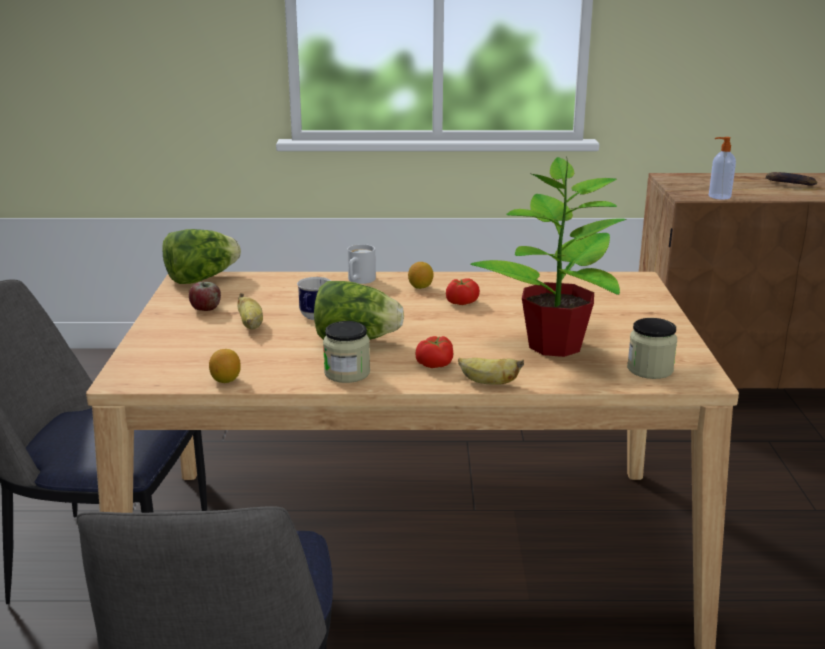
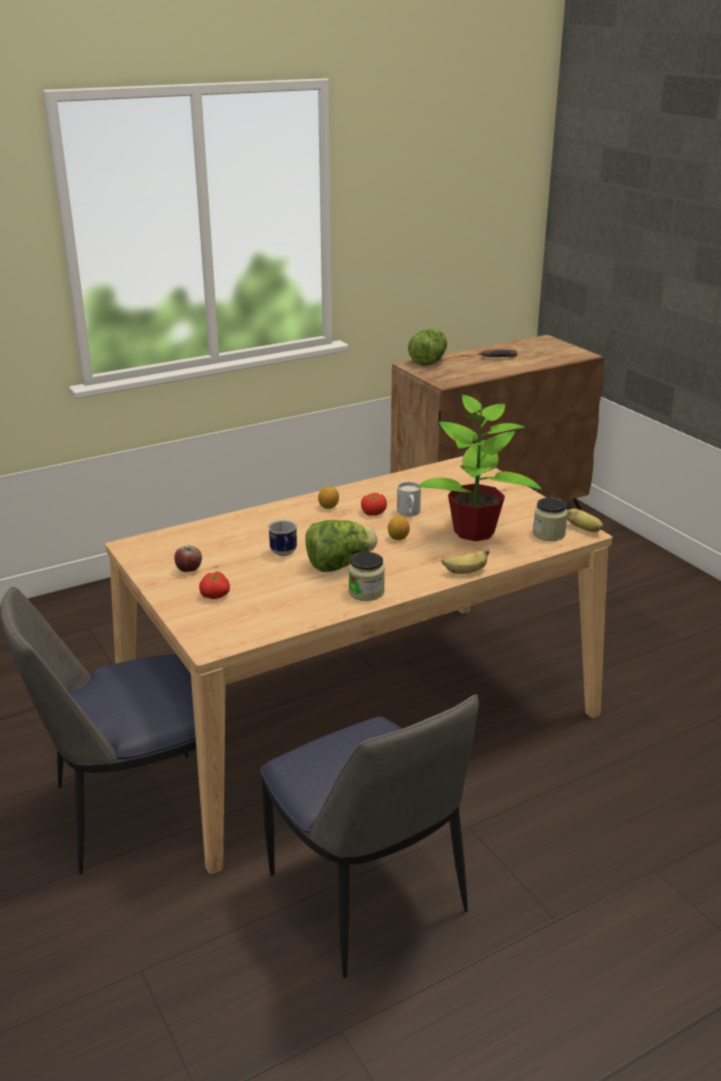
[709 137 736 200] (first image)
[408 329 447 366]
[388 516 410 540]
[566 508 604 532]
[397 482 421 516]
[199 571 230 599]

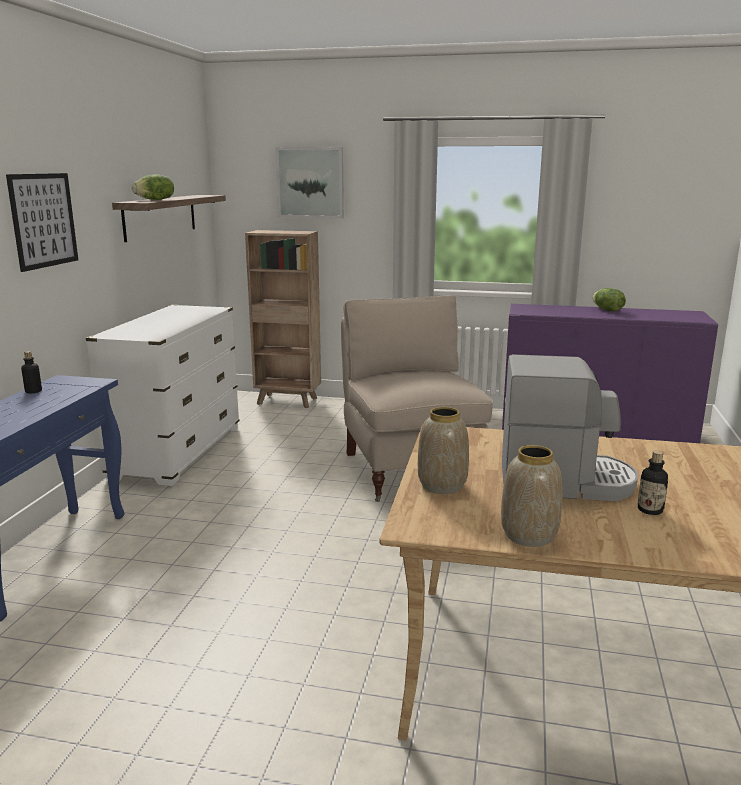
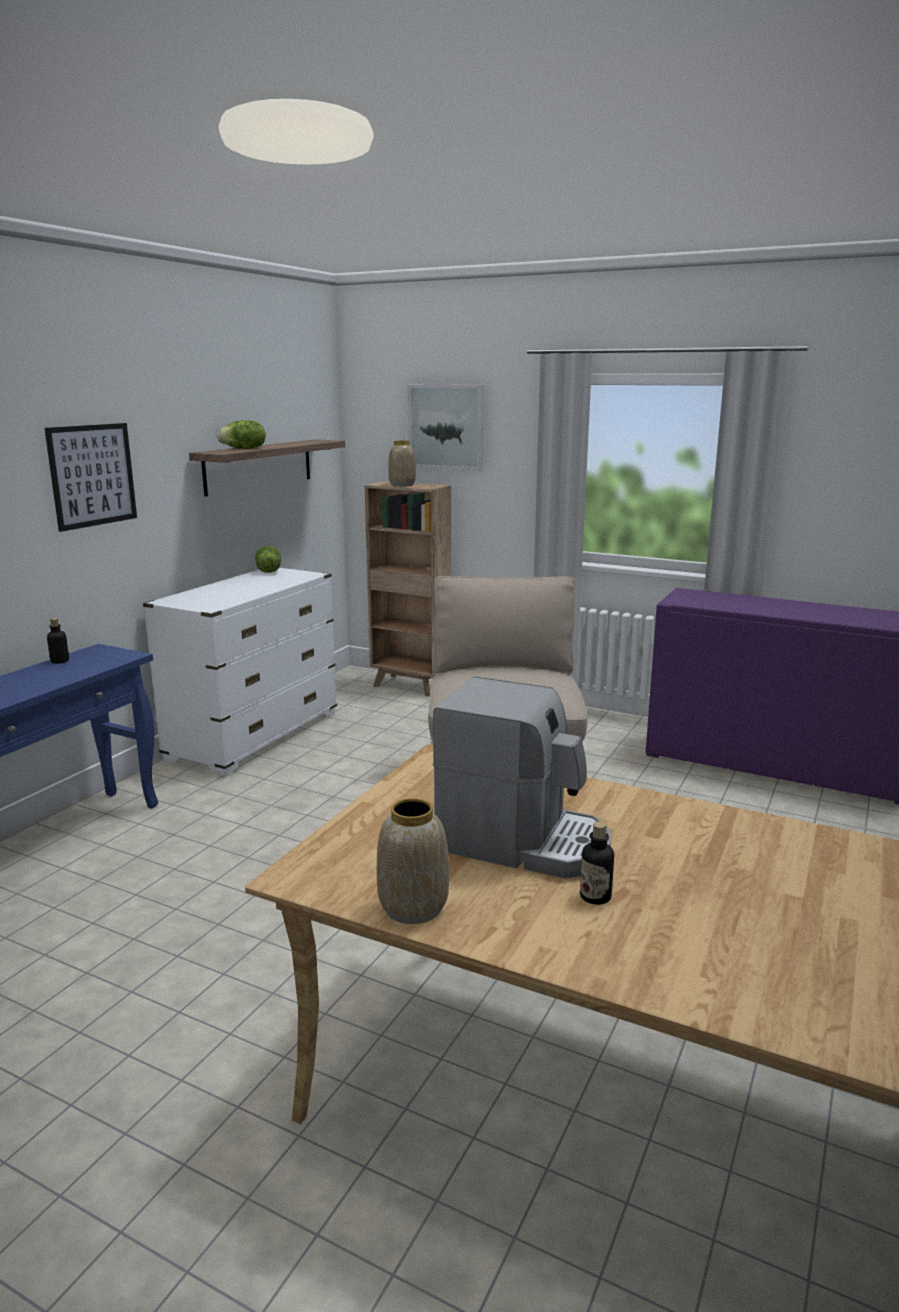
[388 441 416 486]
[255 546 281 573]

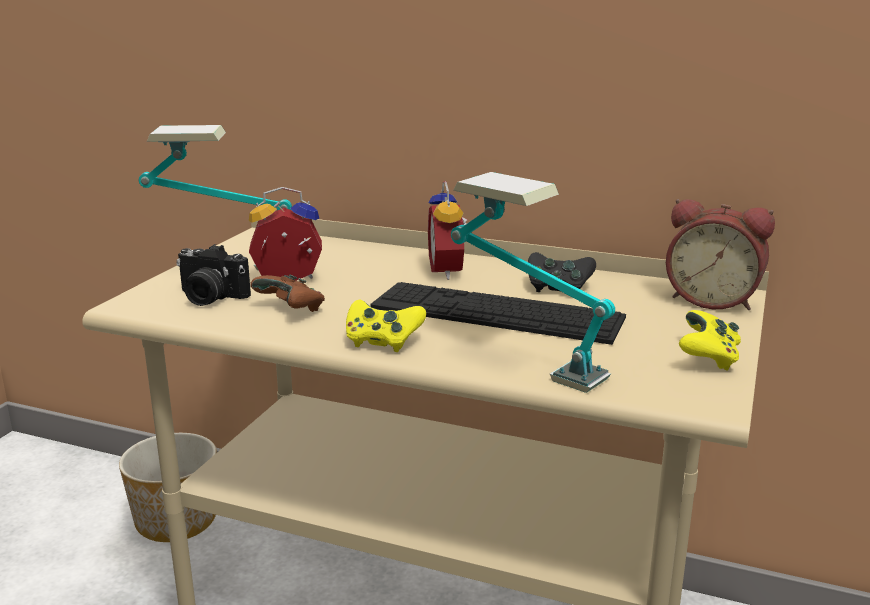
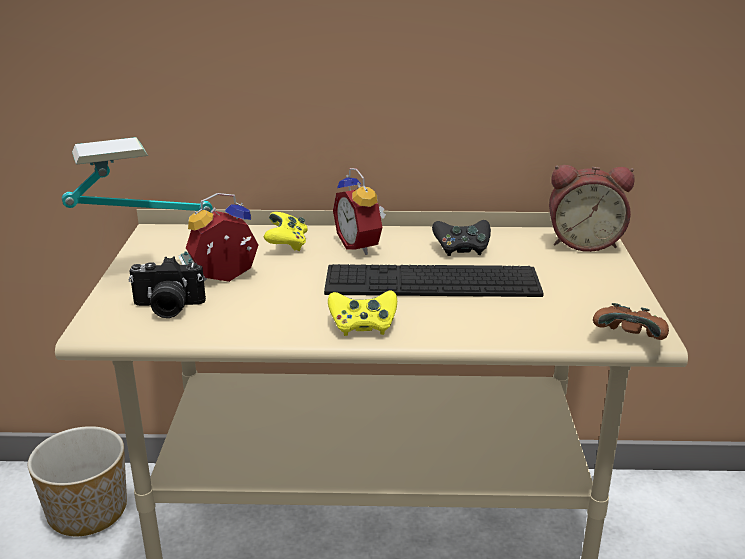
[451 172 615 393] (first image)
[593 303 669 340]
[264 212 308 251]

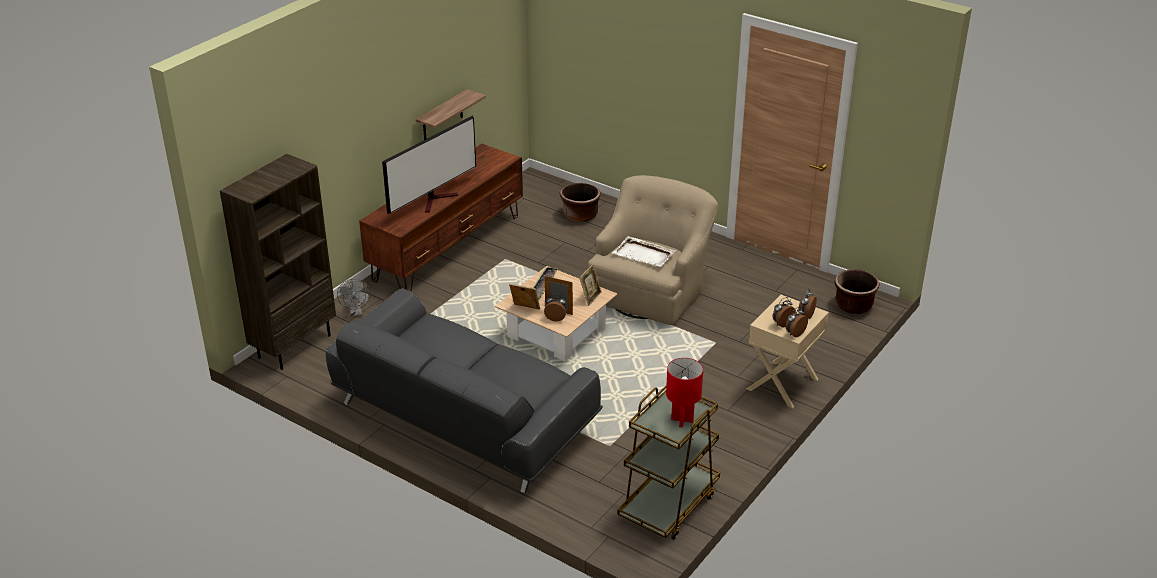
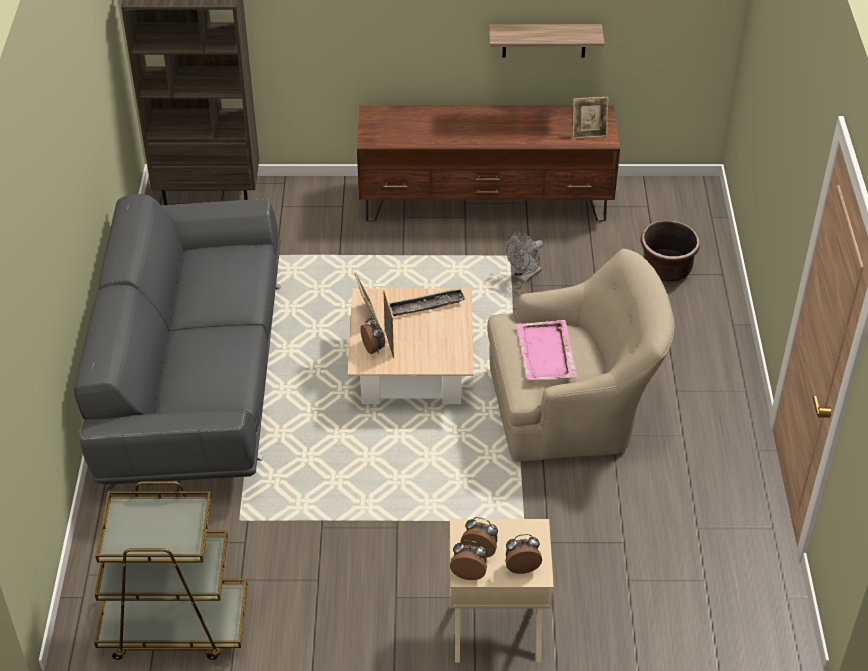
[382 115 476 214] (first image)
[666 358 703 428] (first image)
[835 269 880 314] (first image)
[506 232 543 283]
[573 97 608 139]
[516 320 578 380]

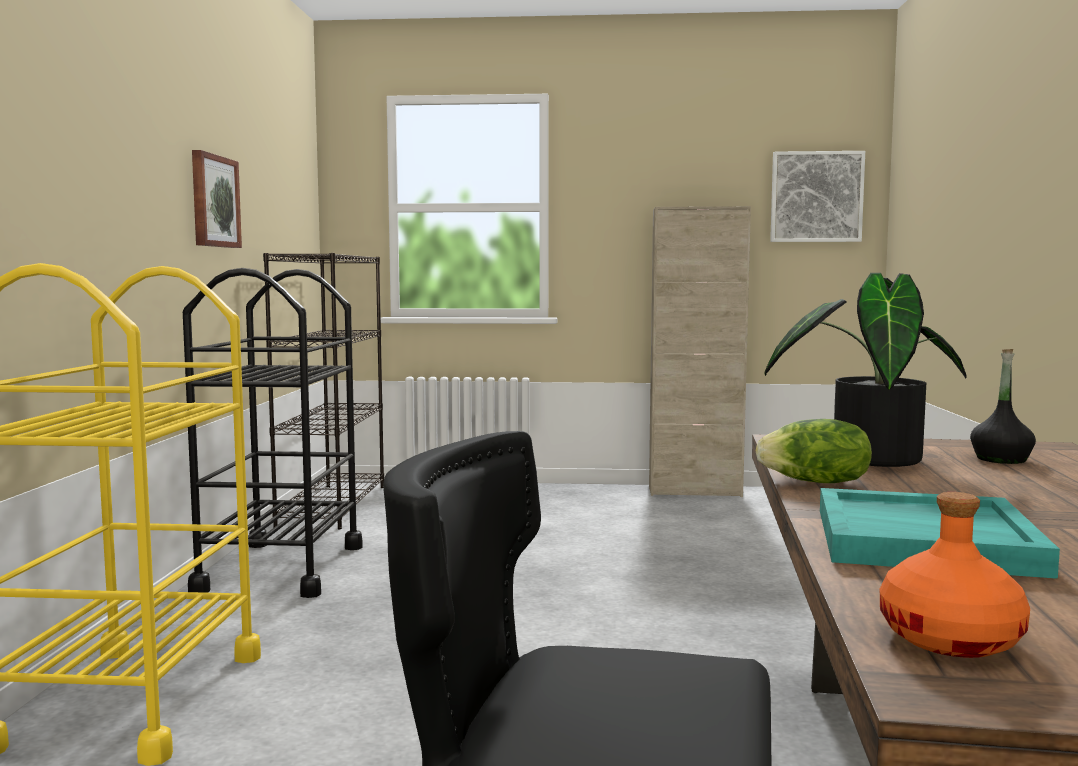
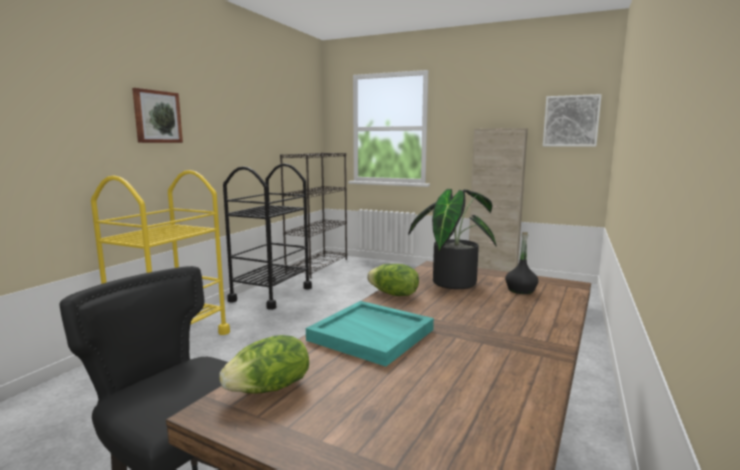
[132 88 183 143]
[219 335 309 394]

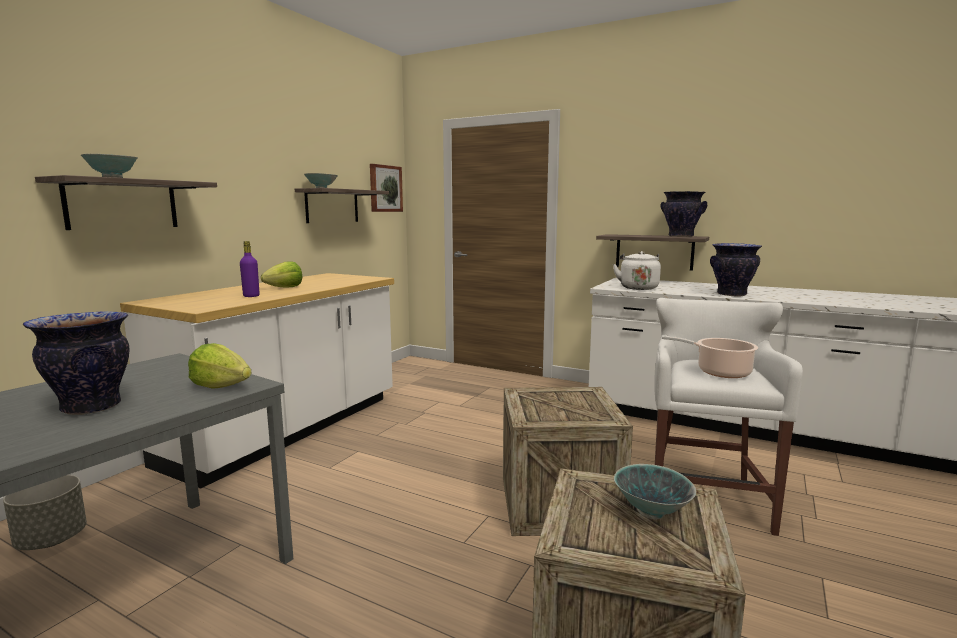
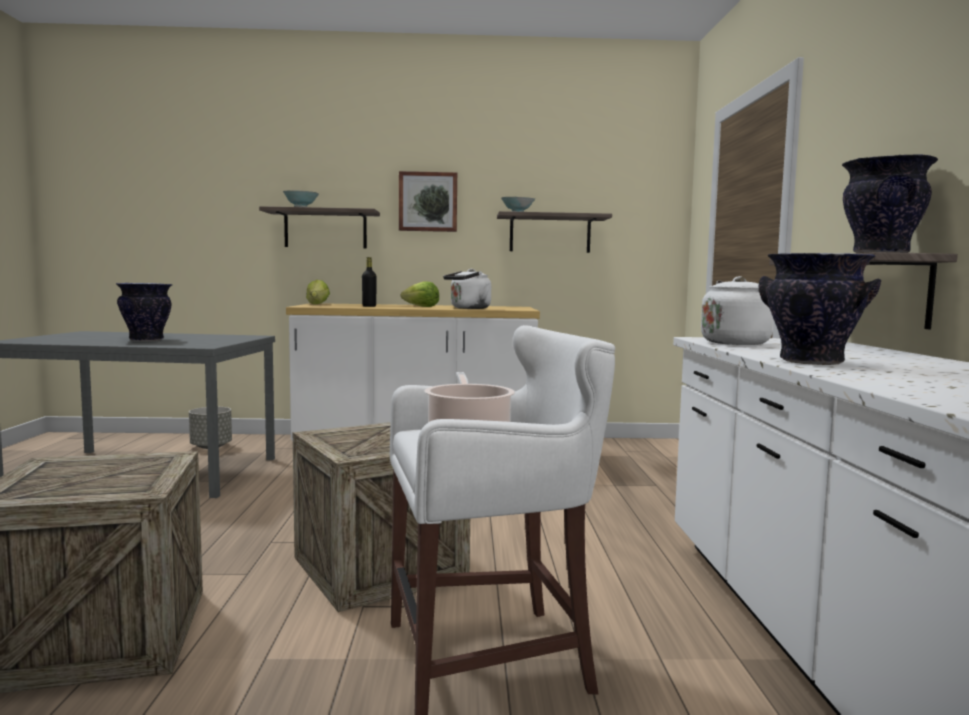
[614 464 696 519] (first image)
[443 269 491 309]
[306 280 330 304]
[399 171 457 232]
[362 257 377 307]

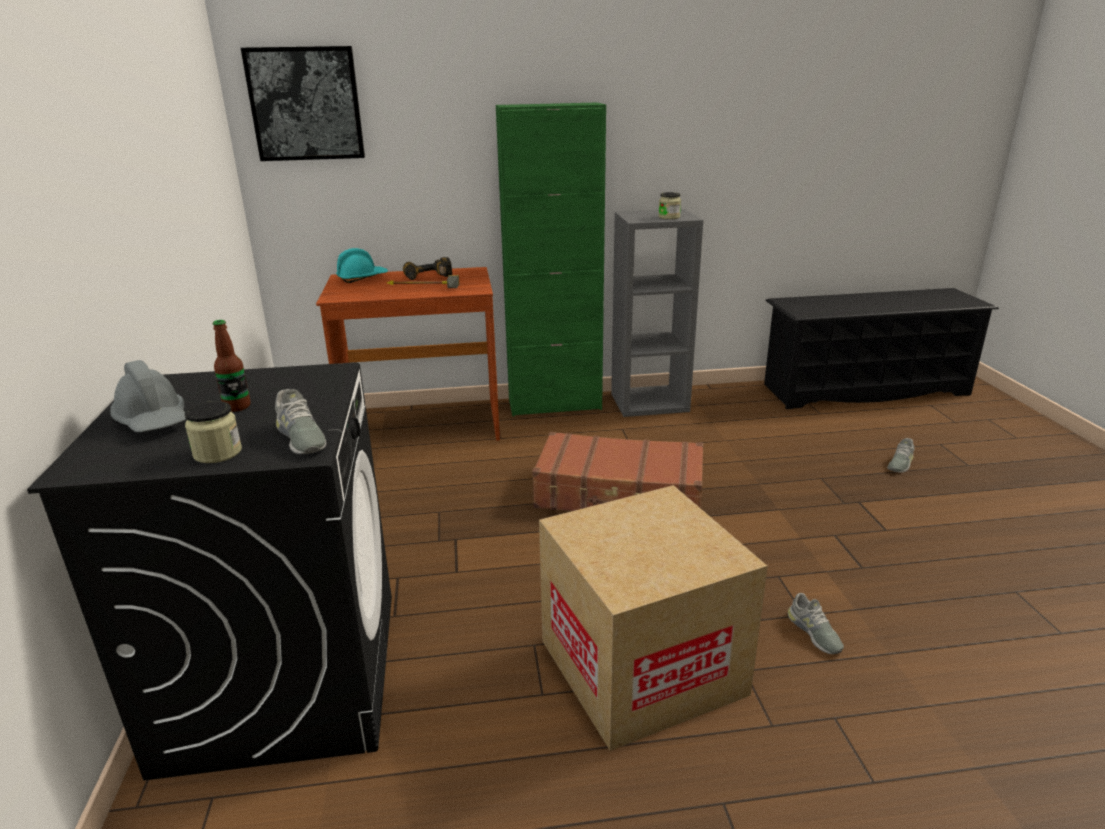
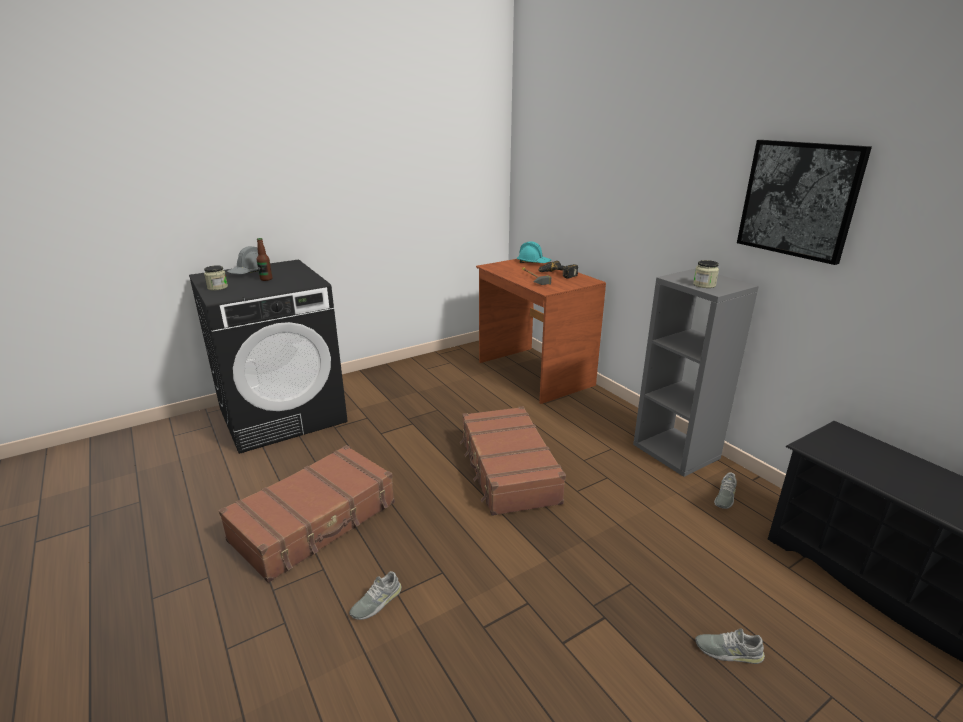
[496 102 606 416] (first image)
[737 140 872 265]
[714 472 737 509]
[219 445 395 583]

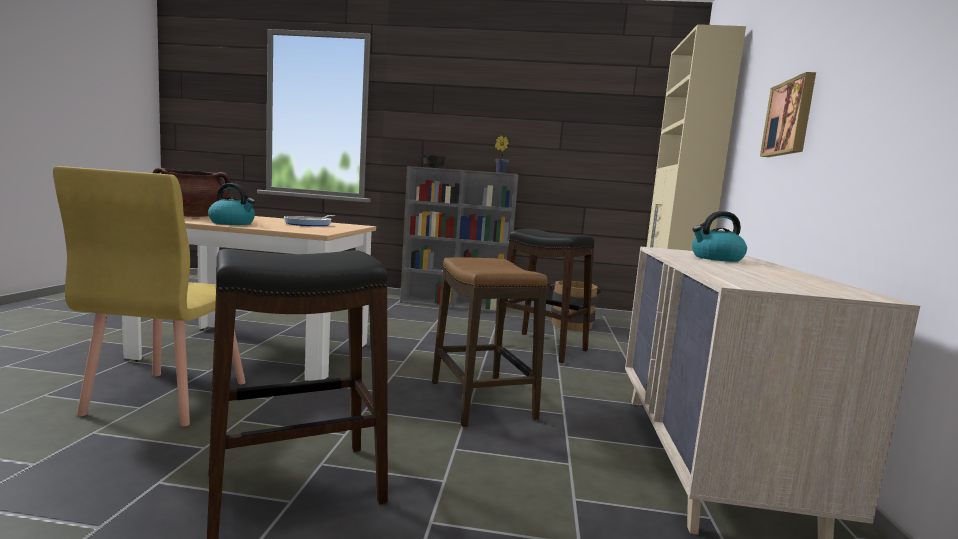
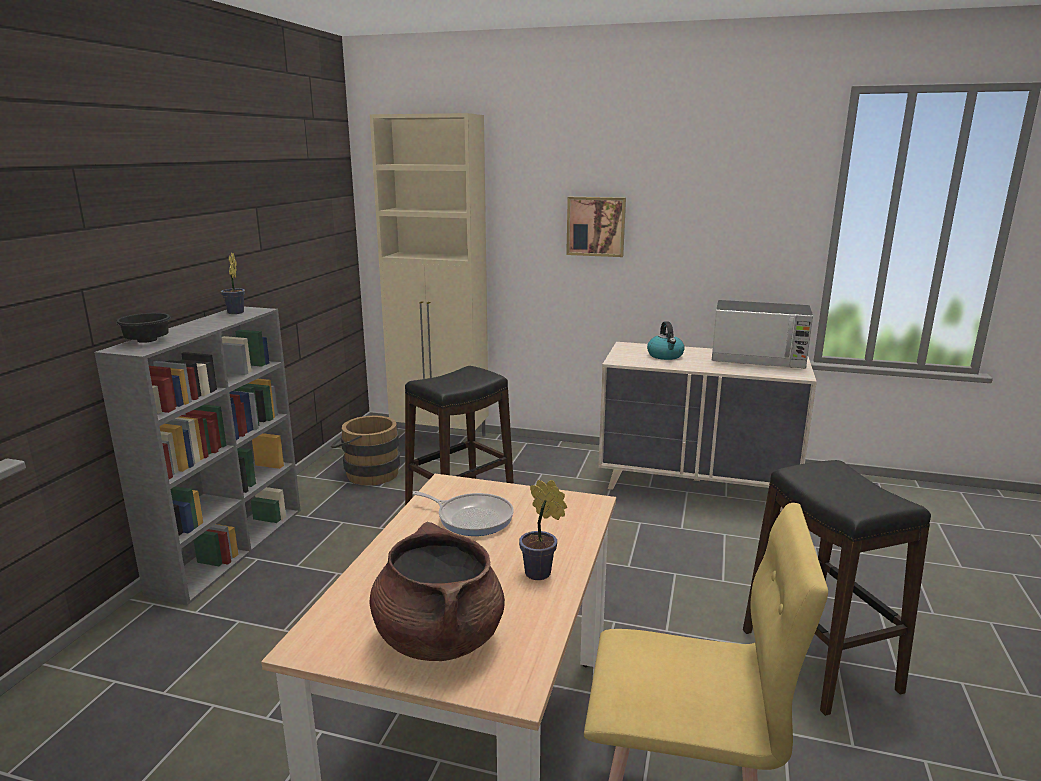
[432 257 548 428] (first image)
[712 300 813 369]
[519 480 567 580]

